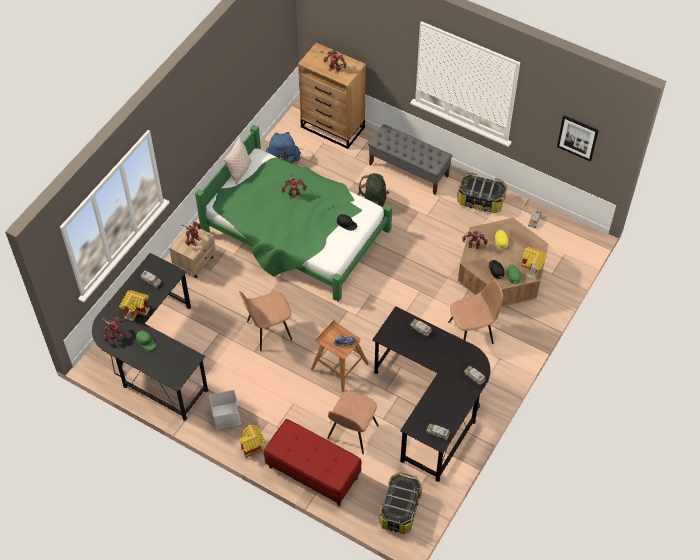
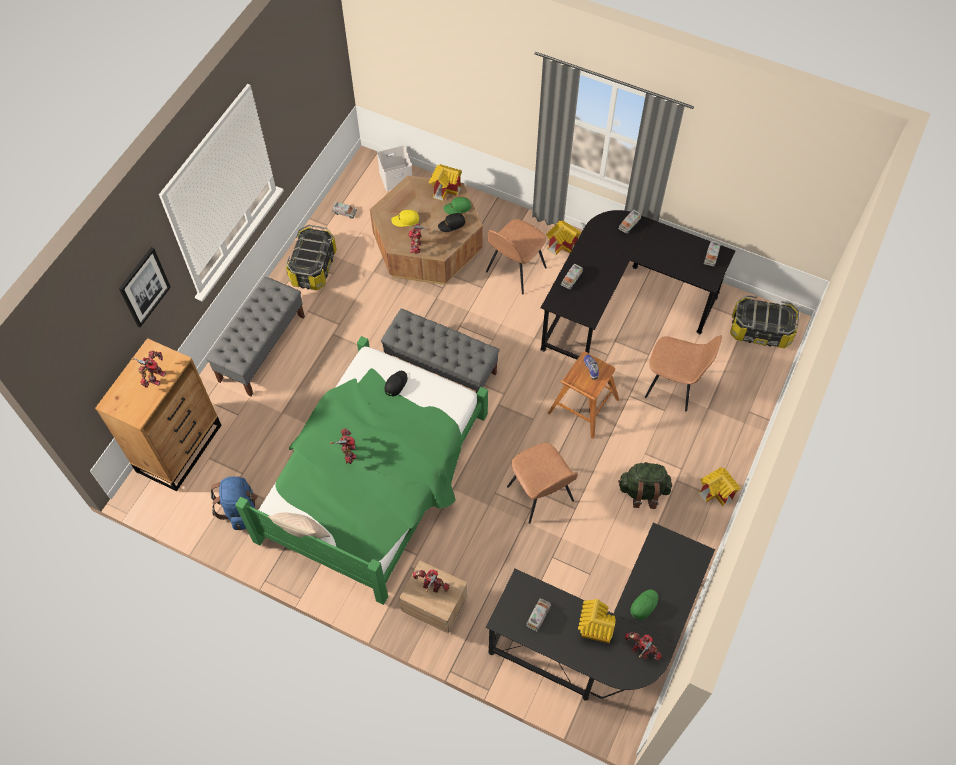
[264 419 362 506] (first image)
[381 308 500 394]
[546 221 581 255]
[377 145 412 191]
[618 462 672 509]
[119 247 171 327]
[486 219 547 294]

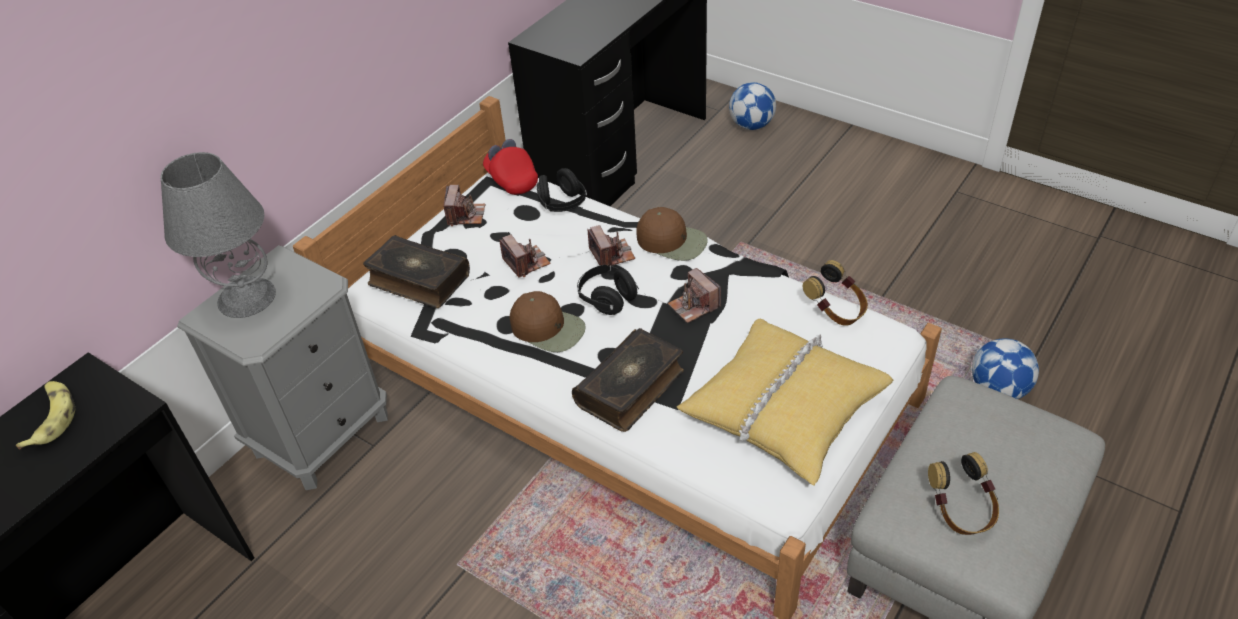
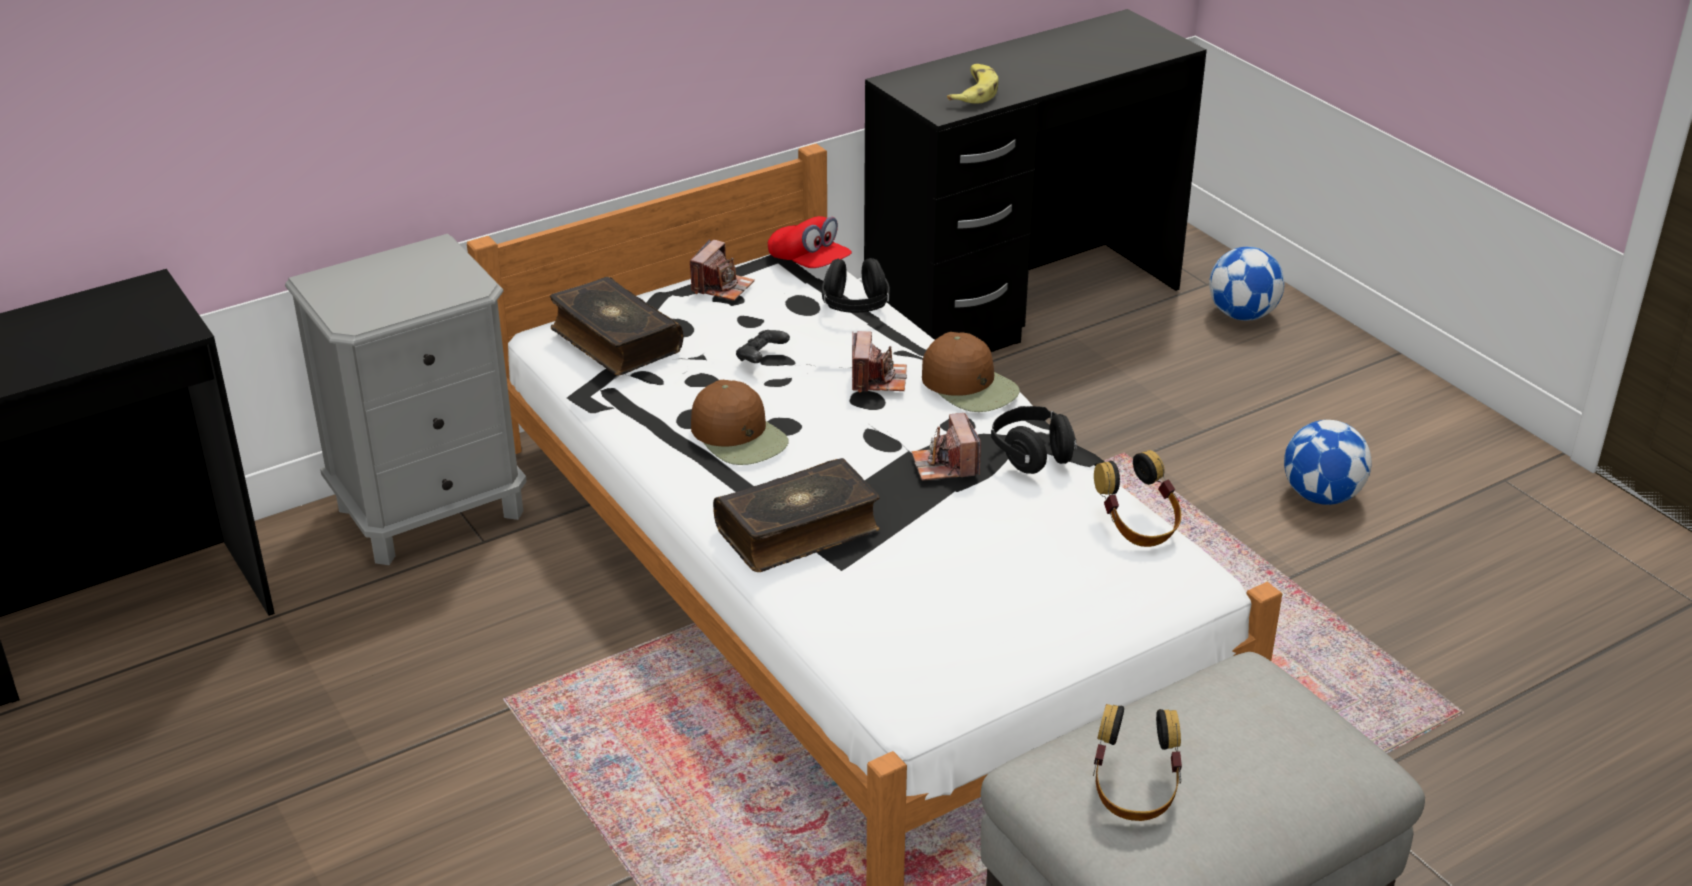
[161 152 276 318] (first image)
[677 319 893 486] (first image)
[947 64 999 104]
[991 406 1077 474]
[1284 420 1371 505]
[736 330 790 363]
[768 216 852 268]

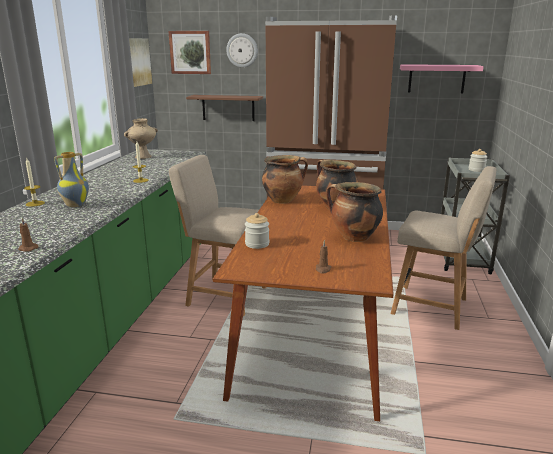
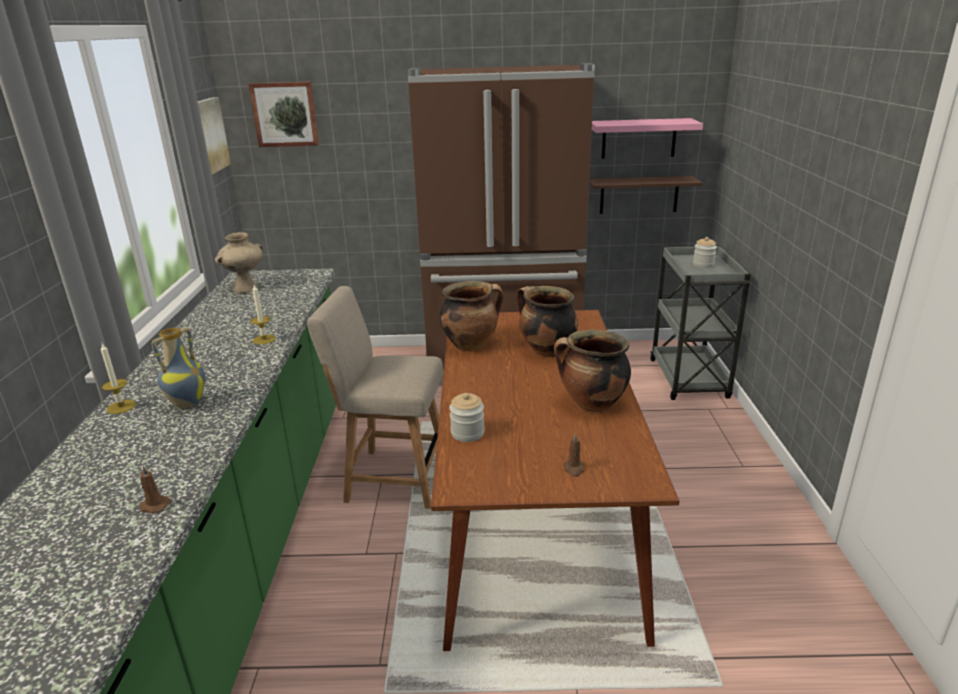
[226 33 258 68] (first image)
[390 166 496 330] (first image)
[589 176 702 214]

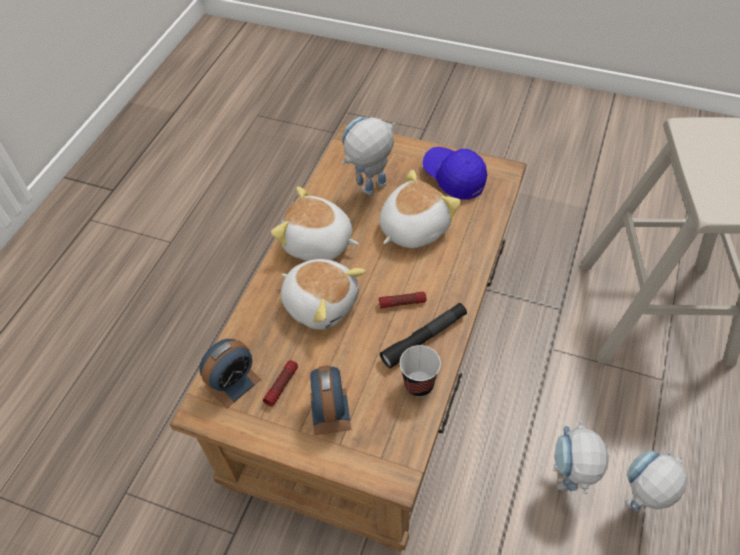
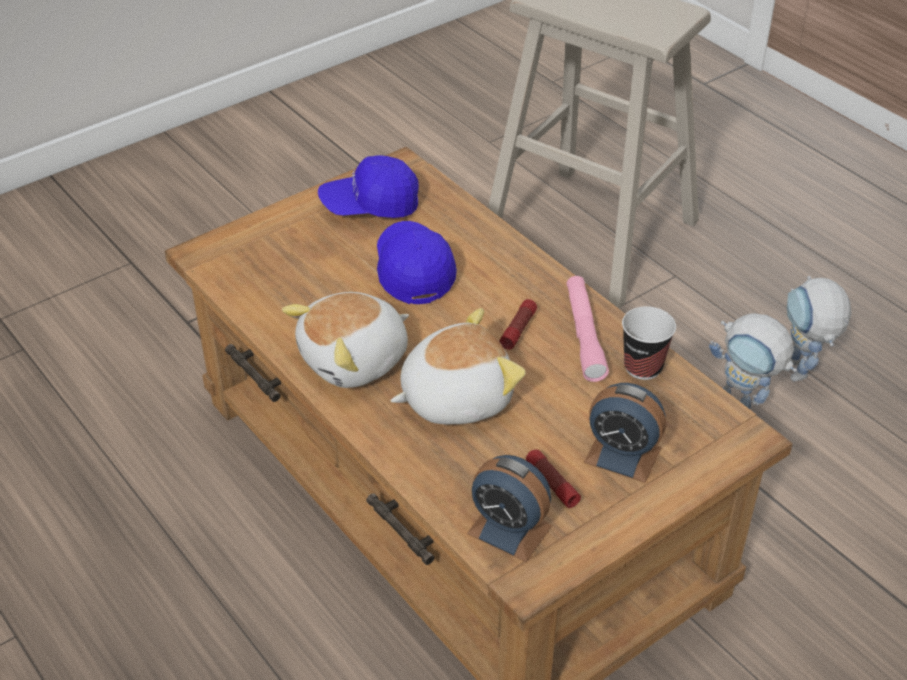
[342 117 395 196] (first image)
[377 221 457 304]
[567 276 609 382]
[467 455 552 562]

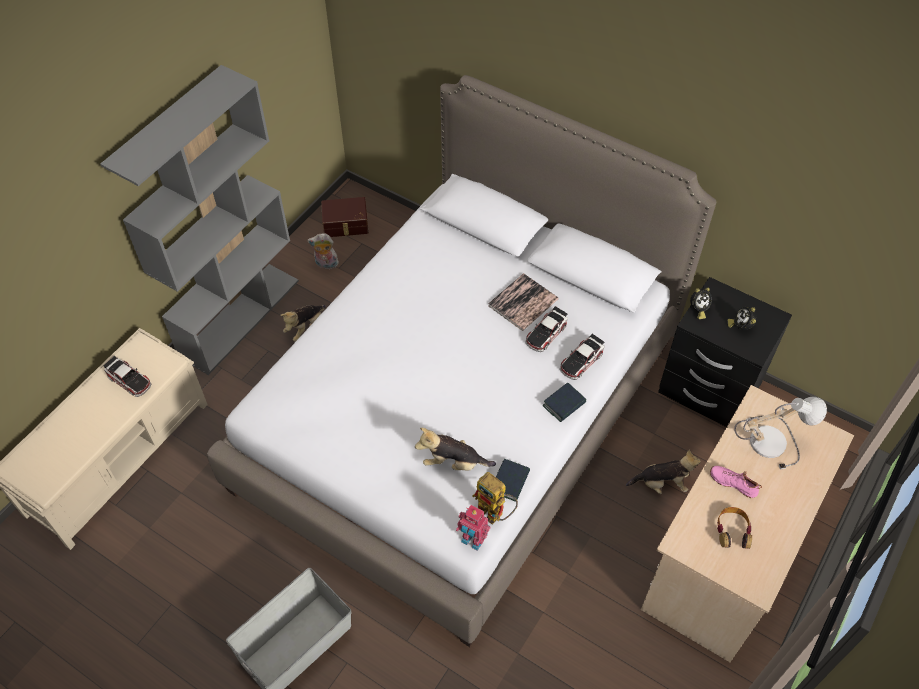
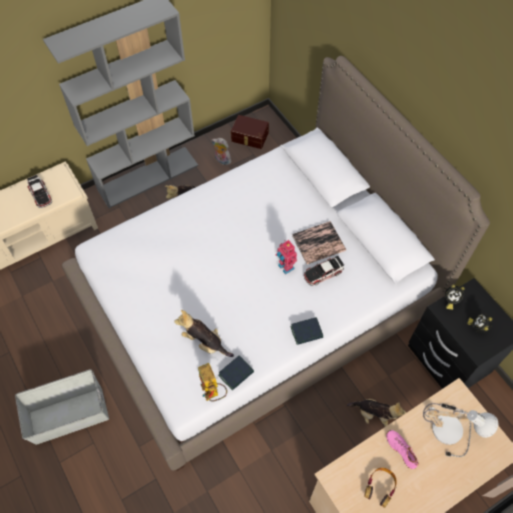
[560 334 605 380] (first image)
[276 240 297 275]

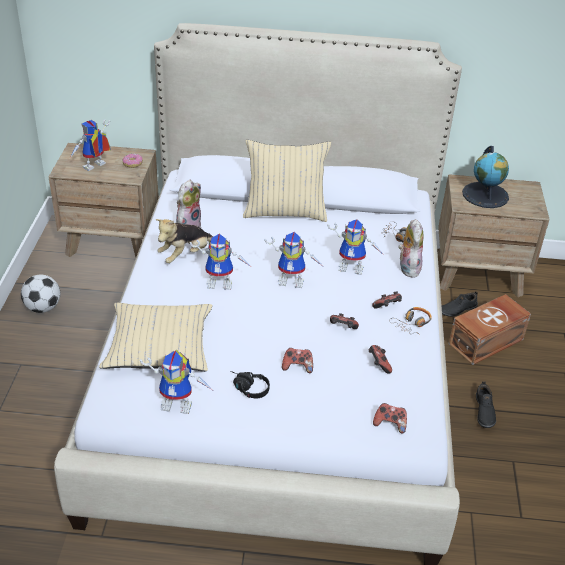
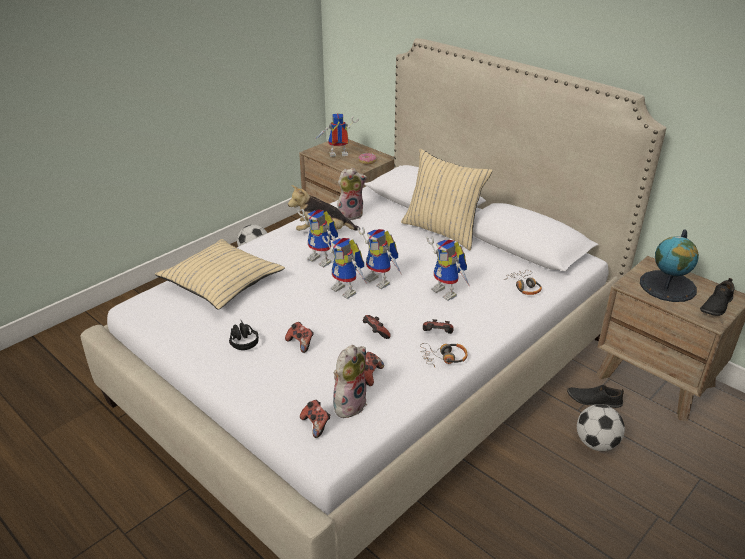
[322 236 368 299]
[333 345 367 418]
[700 278 734 316]
[577 404 625 451]

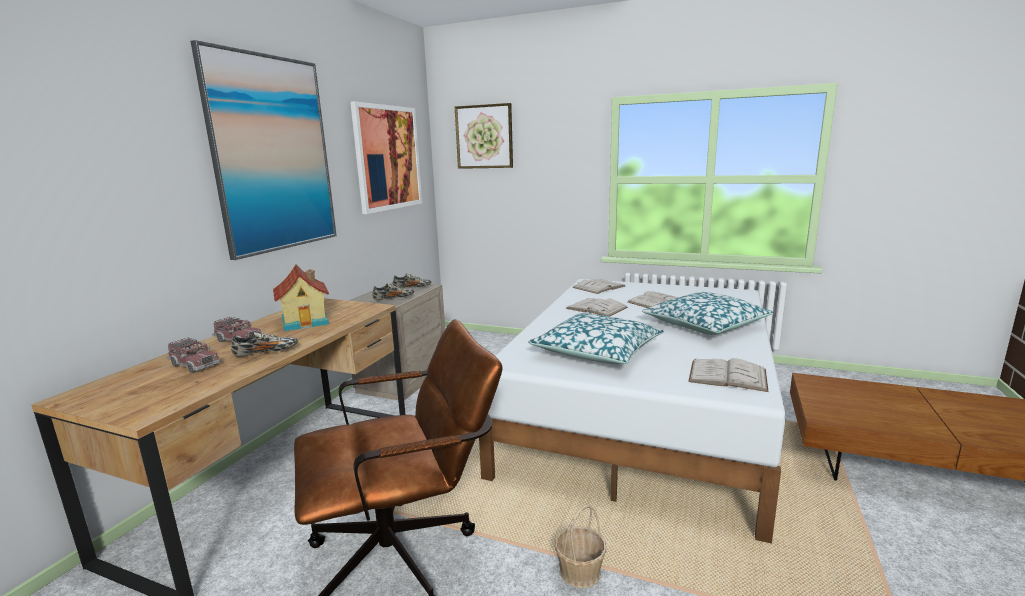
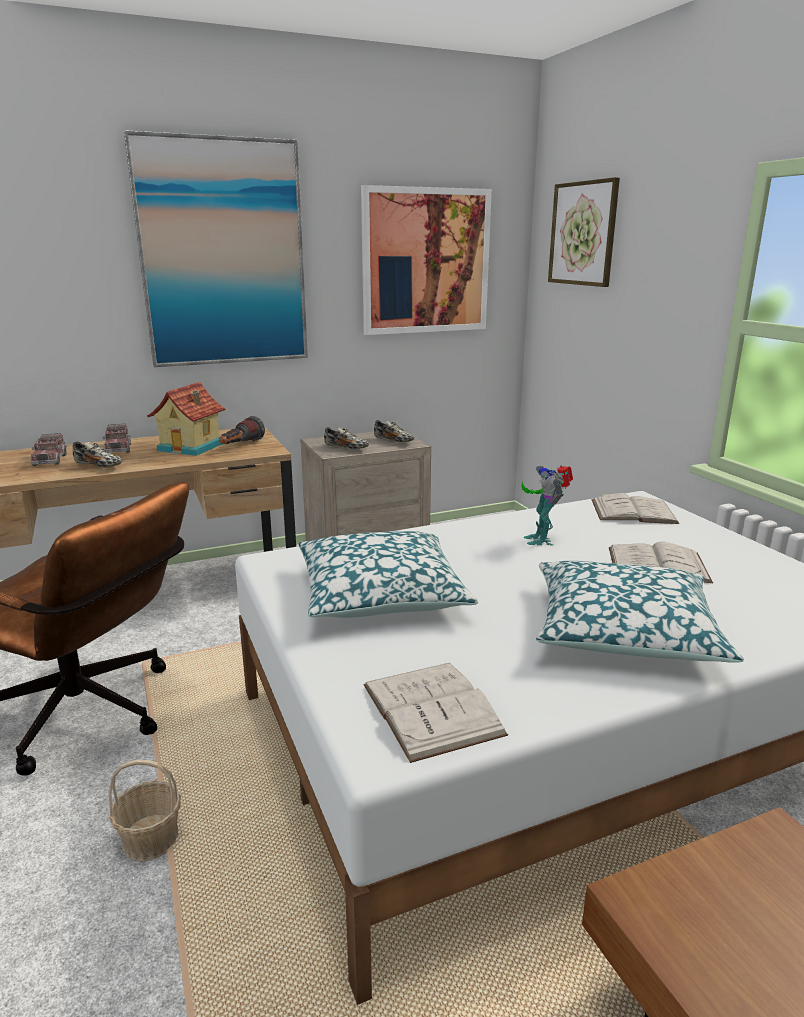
[219 416 265 444]
[522 465 573 546]

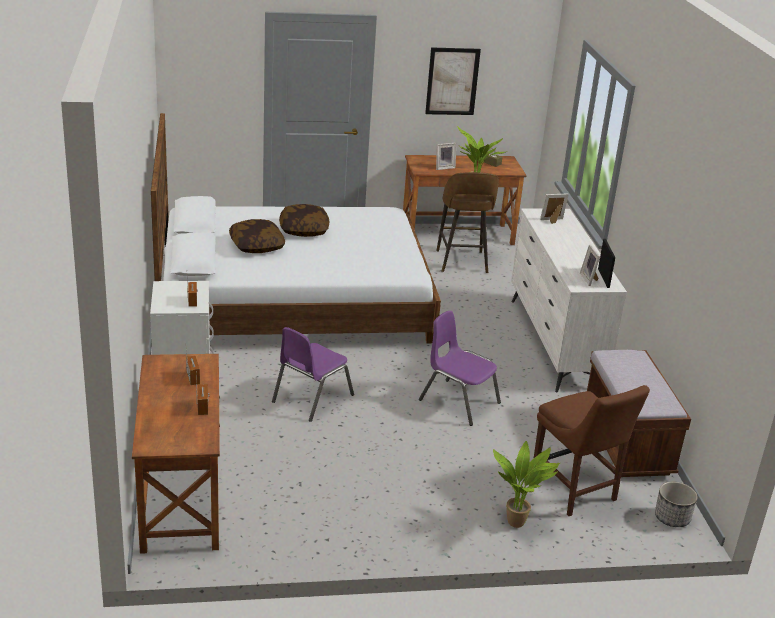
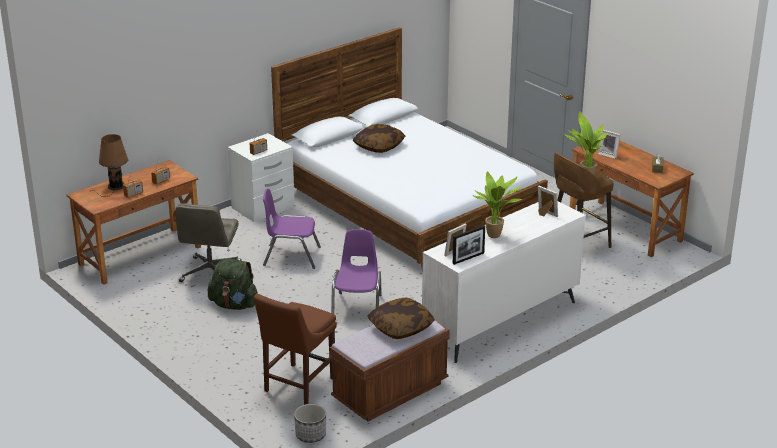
[425 47 481 115] (first image)
[89 134 128 197]
[175 203 242 282]
[208 258 258 310]
[367 298 435 339]
[474 171 523 238]

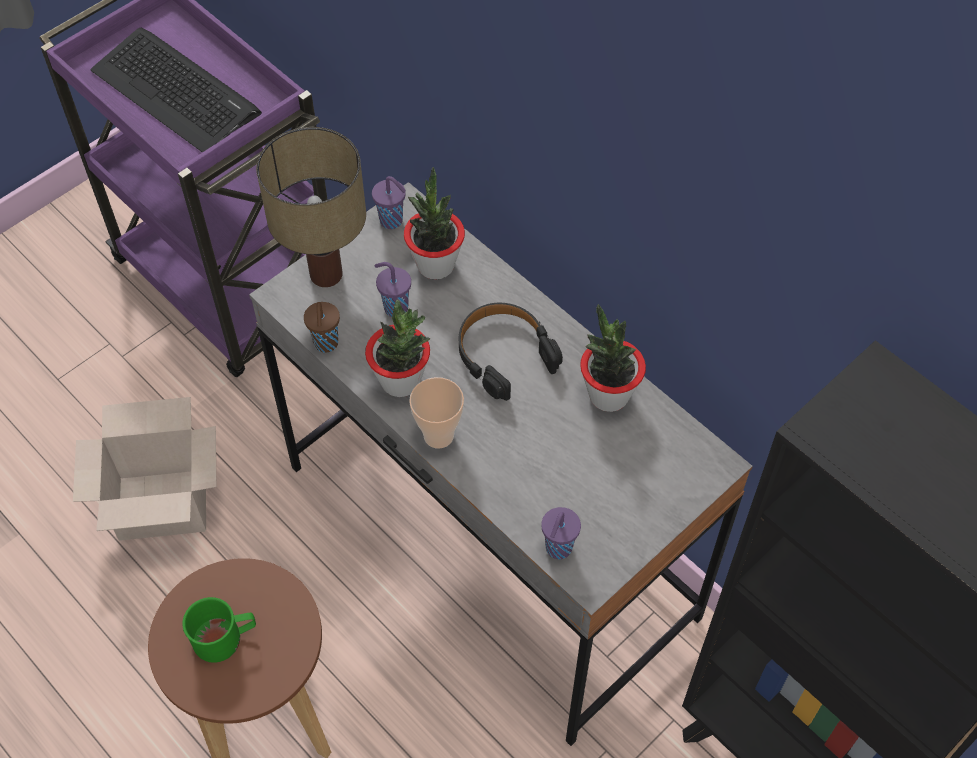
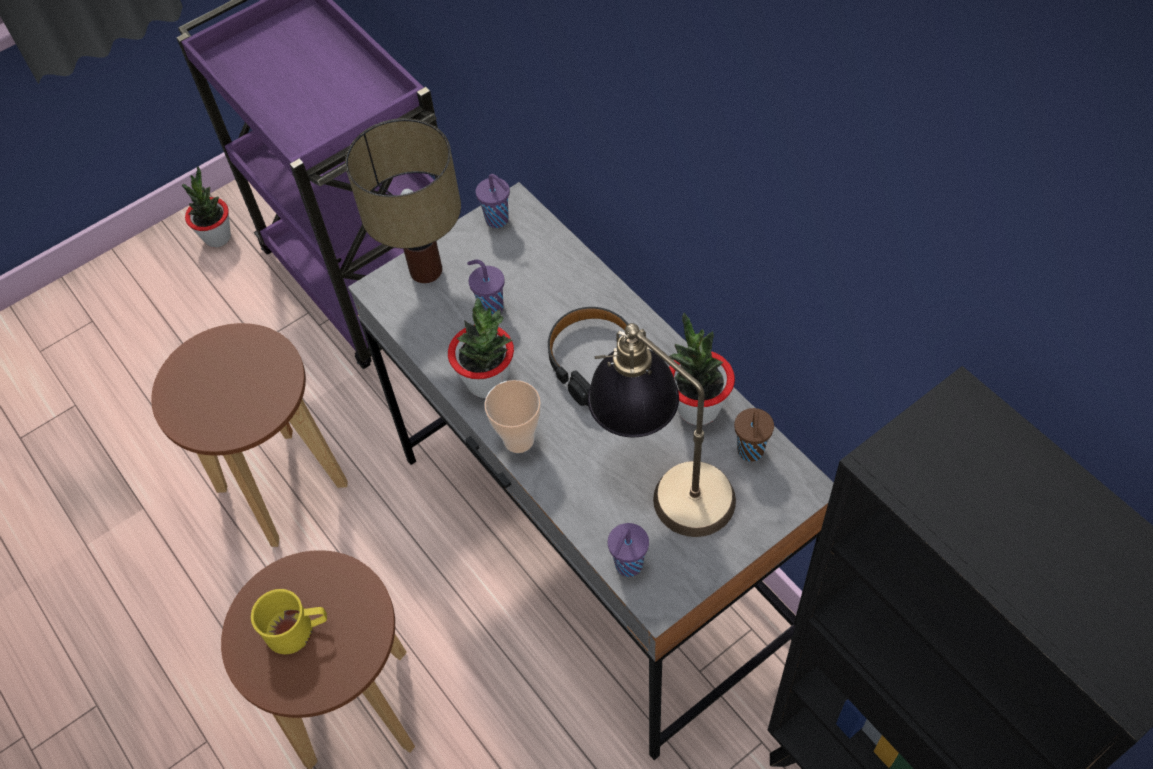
[90 28 262 152] (first image)
[588 323 736 537]
[734 408 774 461]
[182 166 231 248]
[151 323 348 547]
[251 589 327 654]

